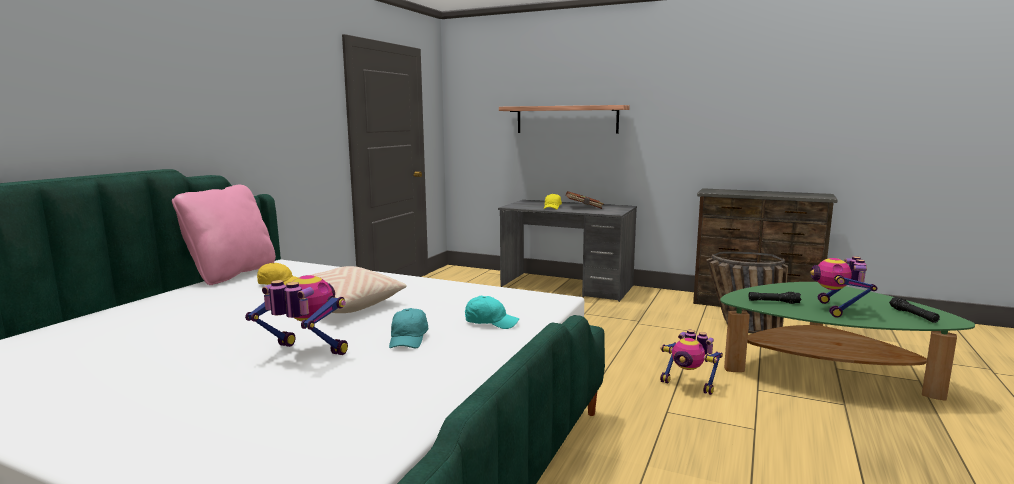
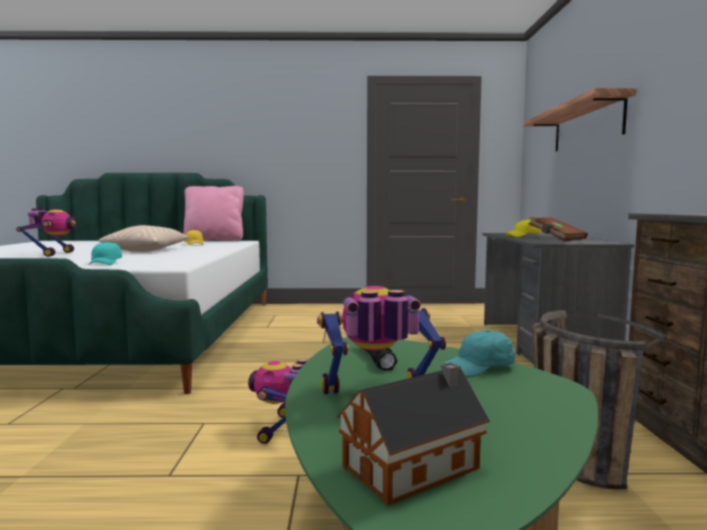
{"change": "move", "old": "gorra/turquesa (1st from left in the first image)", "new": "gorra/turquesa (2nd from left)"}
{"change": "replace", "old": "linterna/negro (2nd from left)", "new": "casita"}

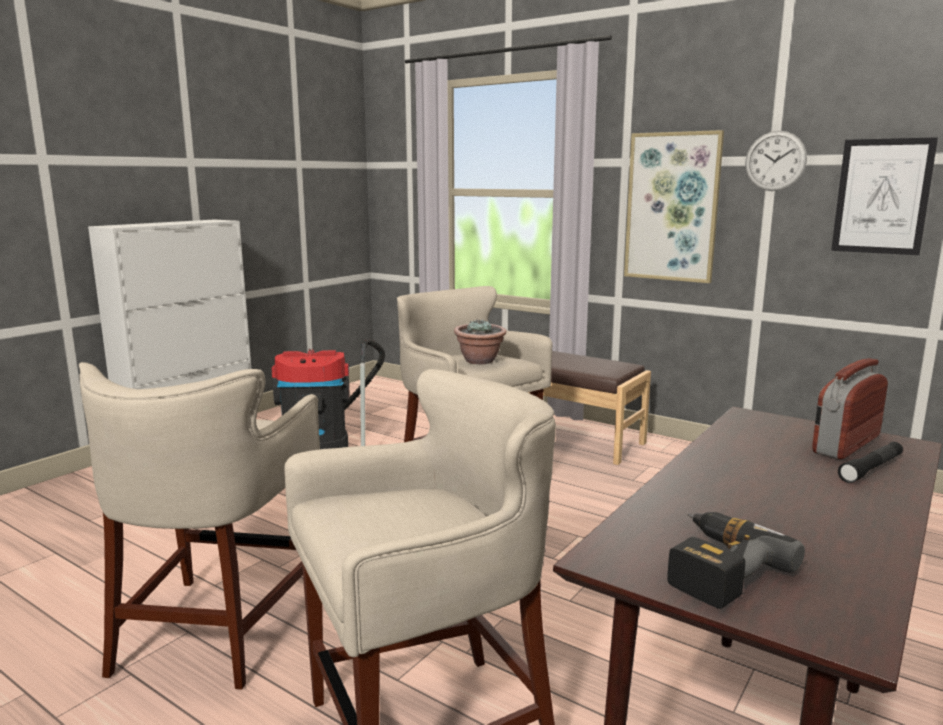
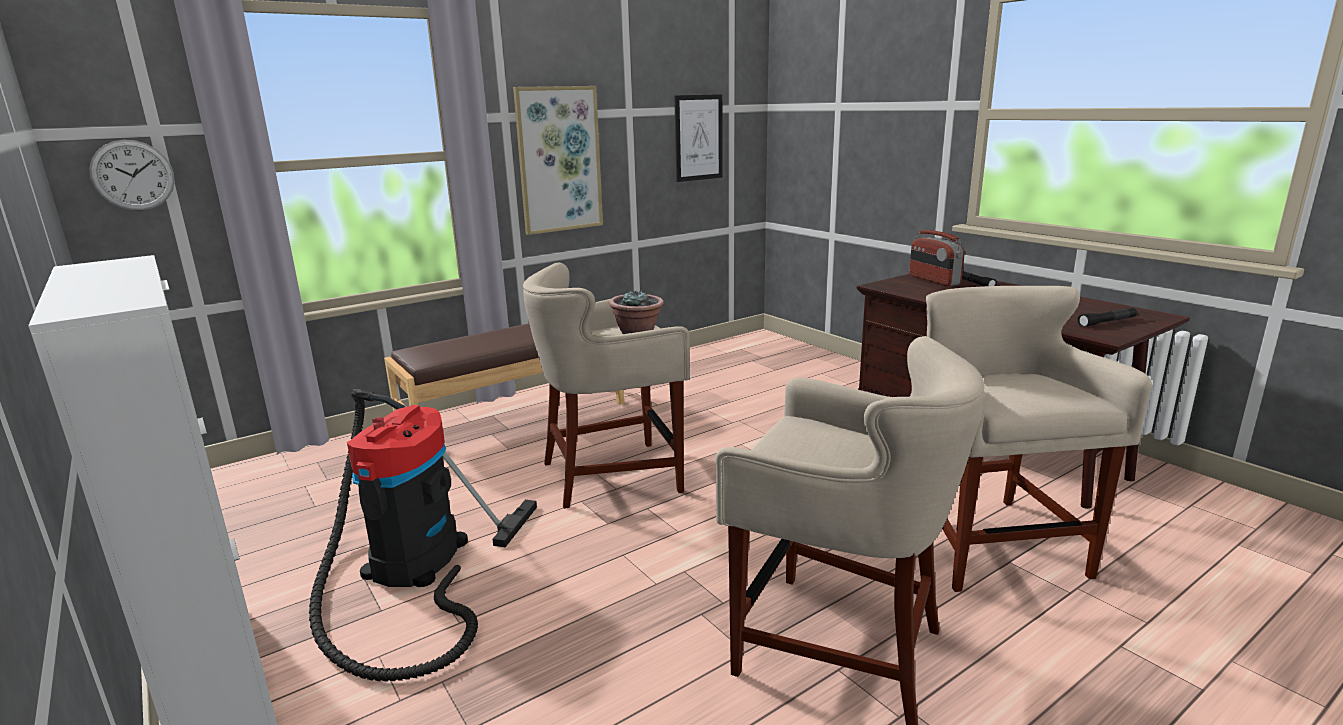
{"change": "replace", "old": "taladro", "new": "linterna/negro (2nd from left)"}
{"change": "move", "old": "reloj de pared"}

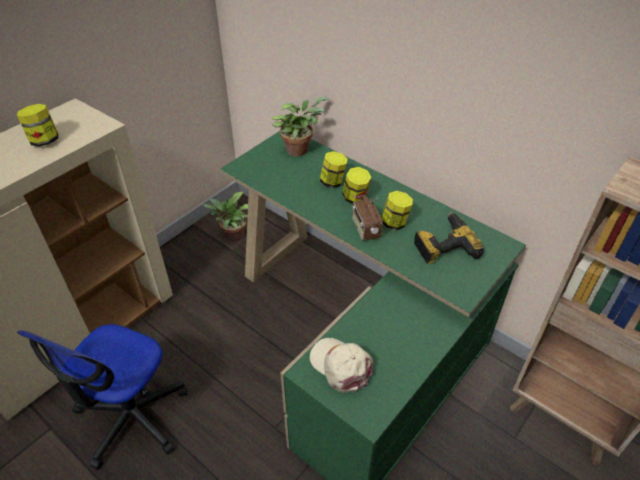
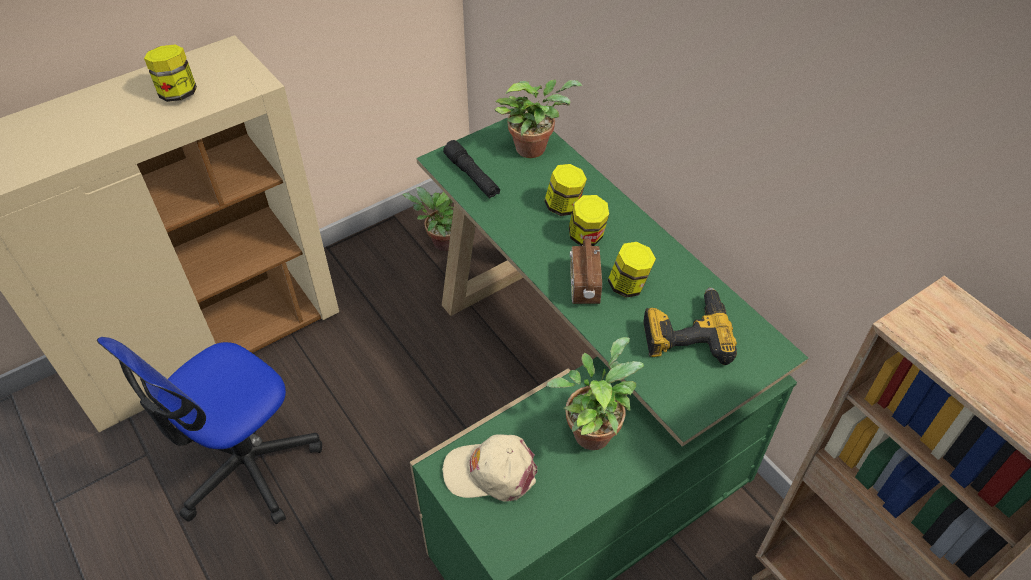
{"change": "rotate", "old": "gorra/beis", "degrees": -60}
{"change": "insert", "new": "linterna/negro"}
{"change": "insert", "new": "planta en maceta (3rd from left)"}

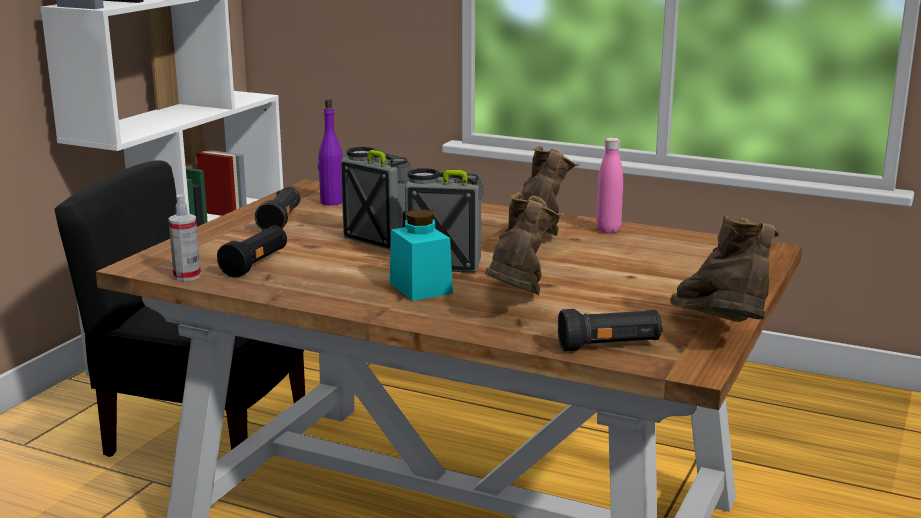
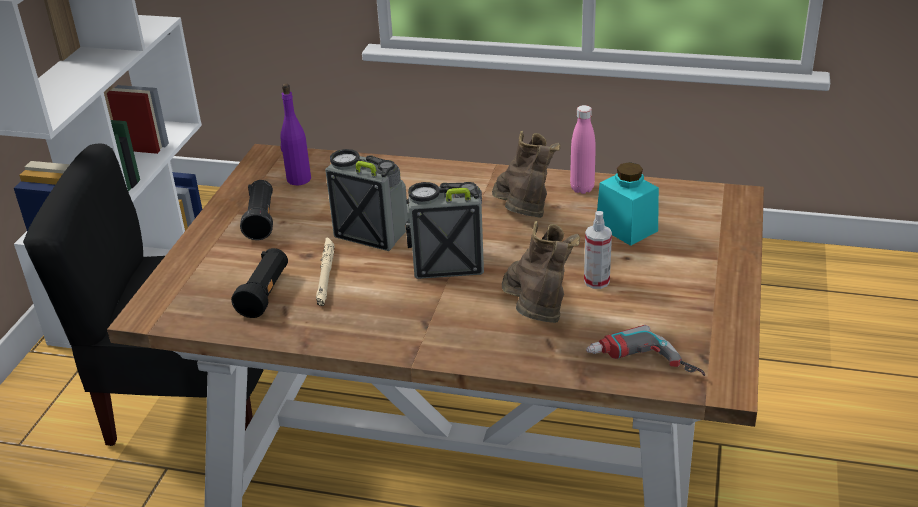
{"change": "move", "old": "pulverizador"}
{"change": "move", "old": "tarro/turquesa"}
{"change": "replace", "old": "linterna/negro (3rd from left)", "new": "taladro"}
{"change": "delete", "old": "bota/marrón (3rd from left)"}
{"change": "insert", "new": "linterna/beis"}

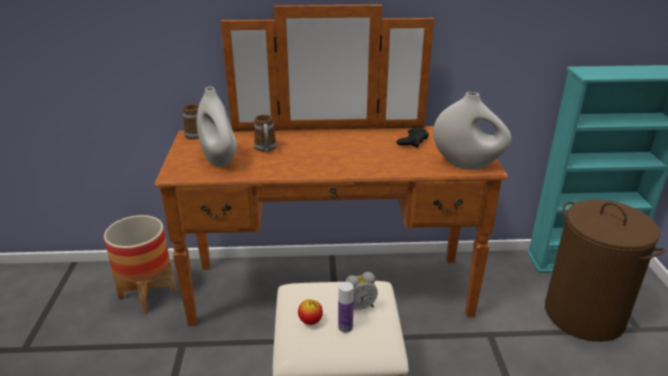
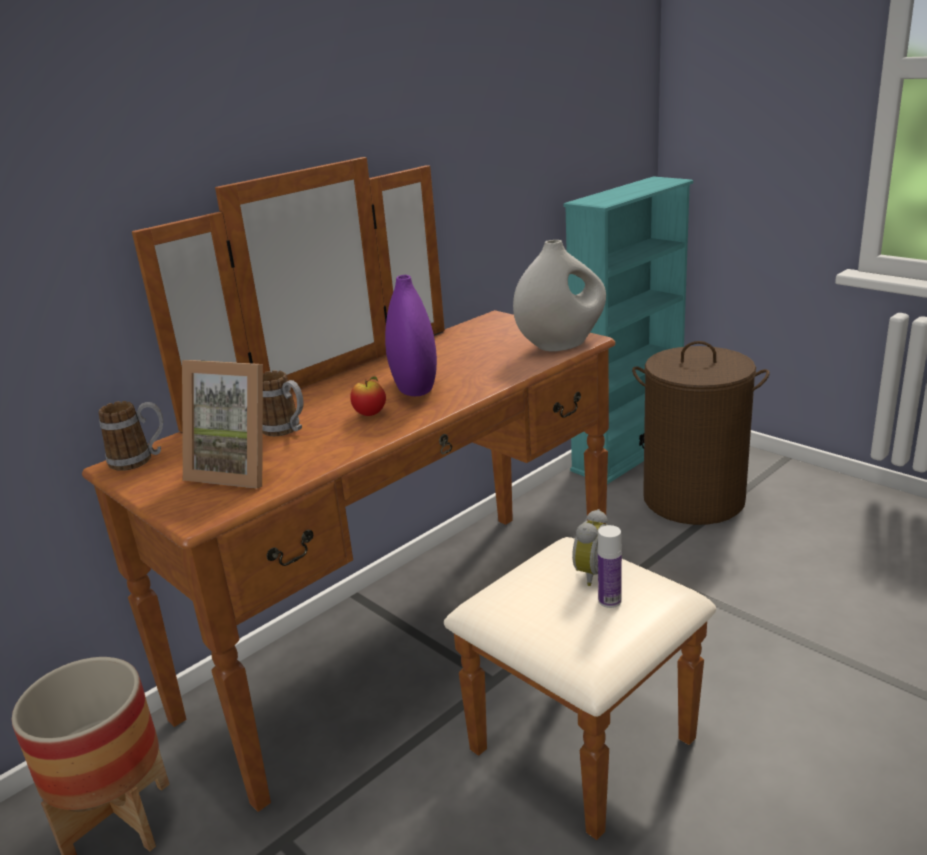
{"change": "replace", "old": "florero/blanco (1st from left)", "new": "portarretratos"}
{"change": "move", "old": "manzana"}
{"change": "delete", "old": "mando de consola/negro"}
{"change": "insert", "new": "florero/morado"}

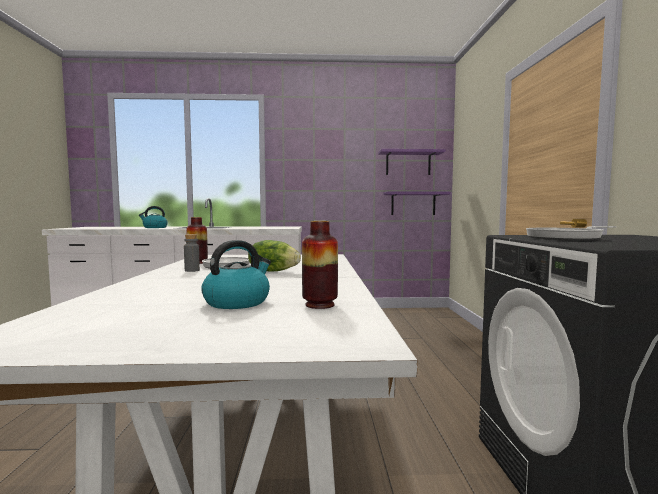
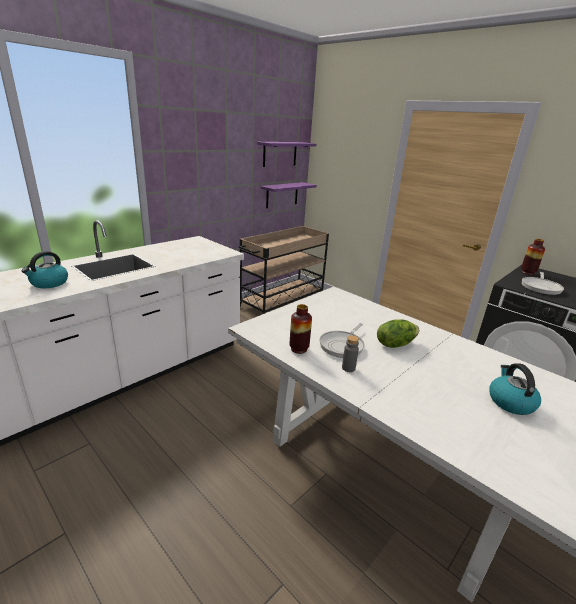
{"change": "move", "old": "florero (2nd from left)"}
{"change": "insert", "new": "carrito/beis"}

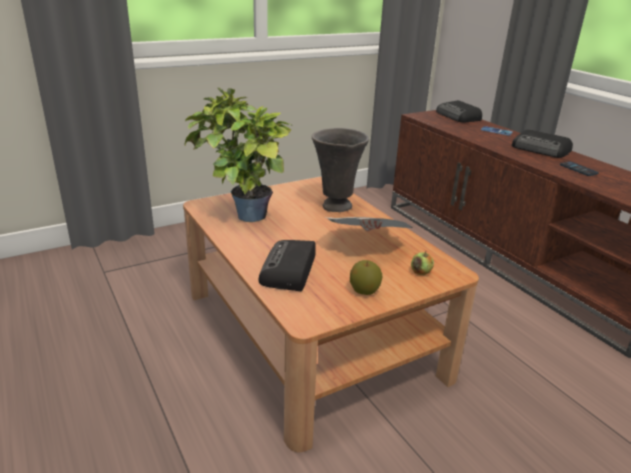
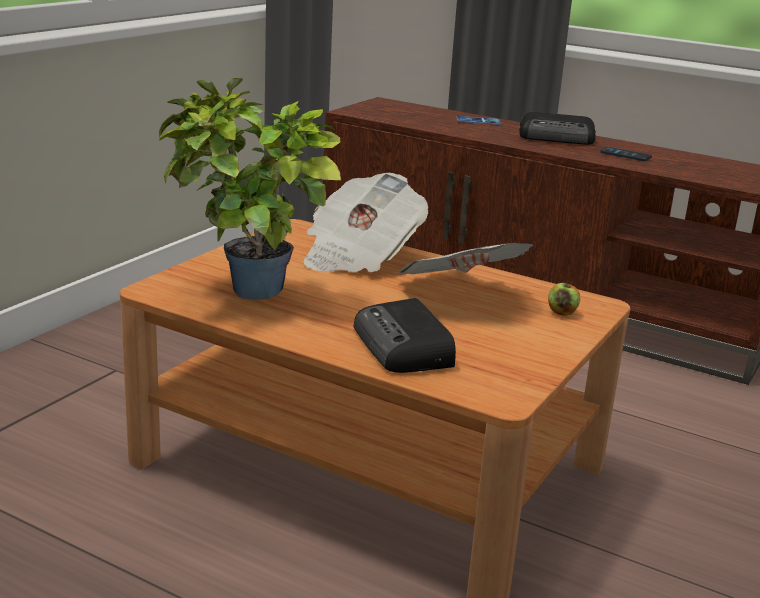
{"change": "replace", "old": "florero/gris", "new": "periódico (1st from left)"}
{"change": "delete", "old": "manzana (1st from left)"}
{"change": "delete", "old": "radio (2nd from left)"}

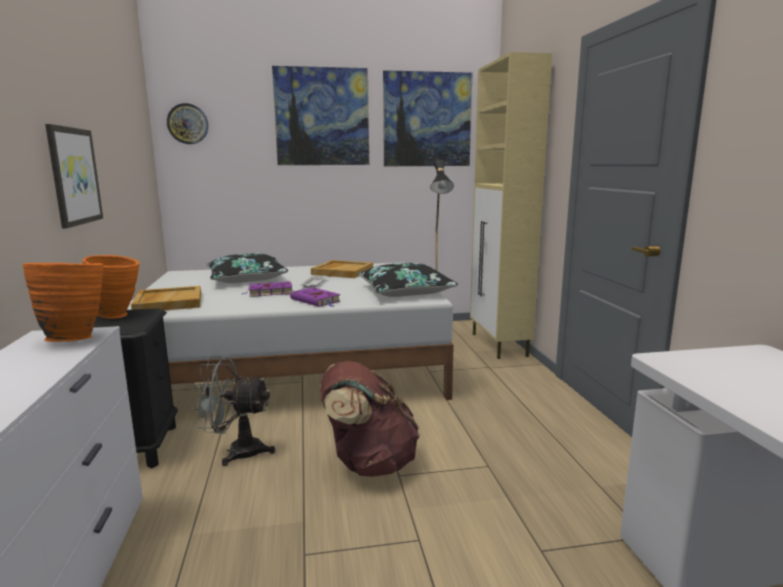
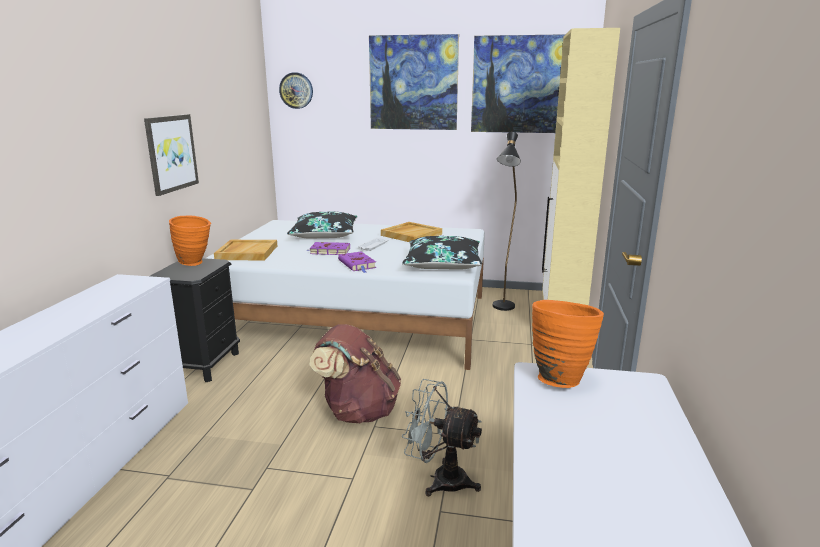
{"change": "move", "old": "florero/naranja (1st from left in the first image)", "new": "florero/naranja (2nd from left)"}
{"change": "move", "old": "ventilador/gris"}

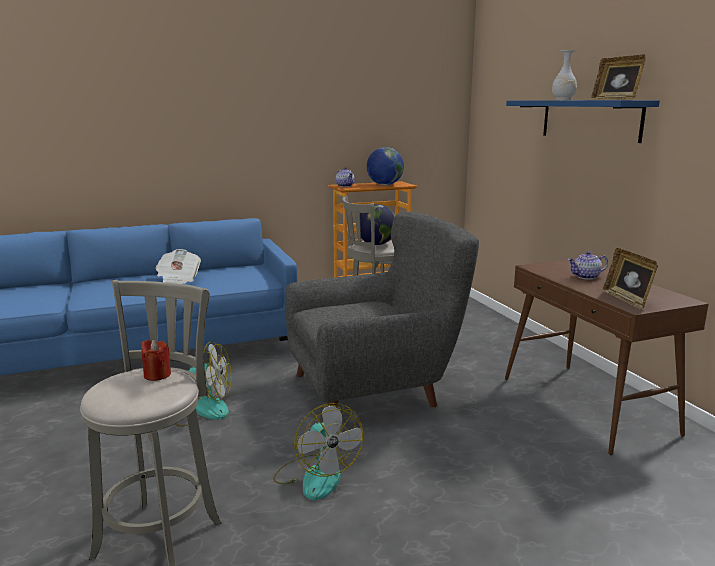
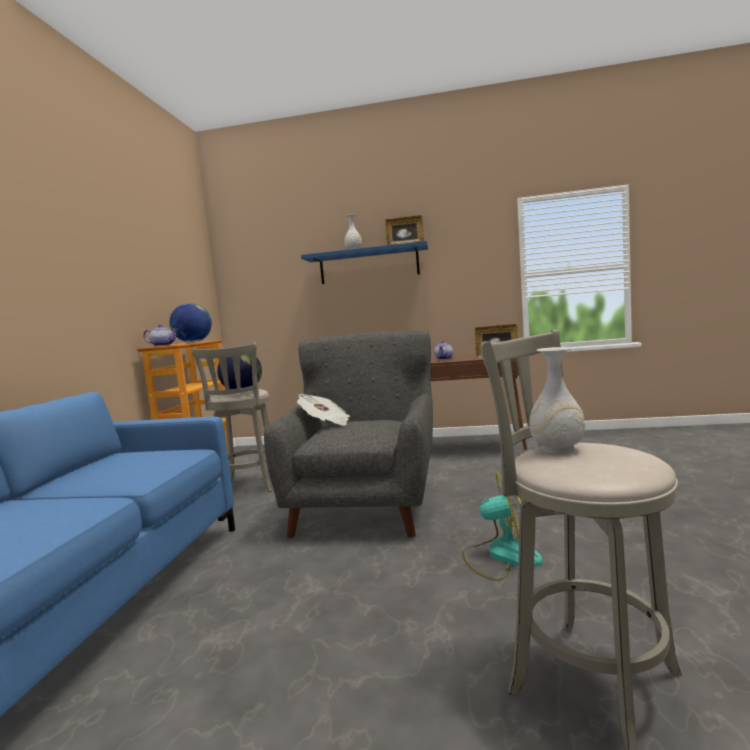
{"change": "replace", "old": "vela/rojo", "new": "florero/blanco (2nd from left)"}
{"change": "move", "old": "periódico"}
{"change": "delete", "old": "ventilador (1st from left)"}

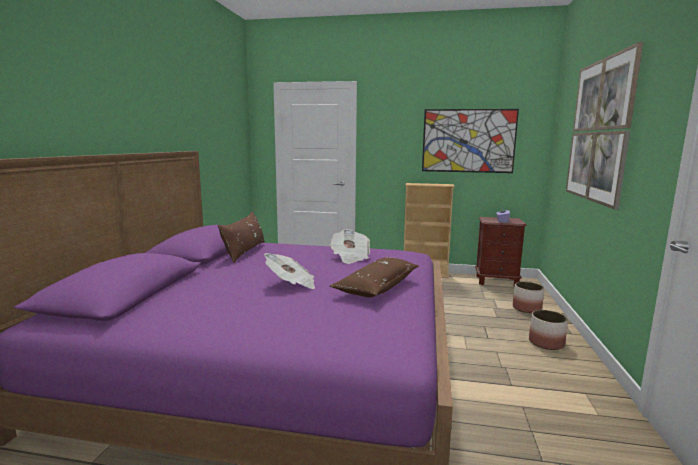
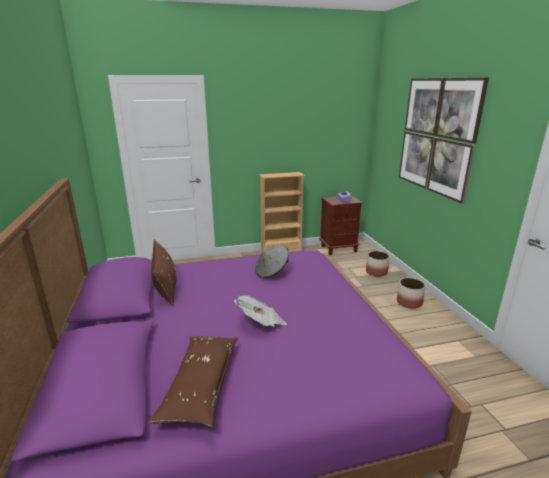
{"change": "replace", "old": "periódico (2nd from left)", "new": "sombrero/gris"}
{"change": "move", "old": "cojín/marrón (2nd from left)"}
{"change": "delete", "old": "cuadro (1st from left)"}

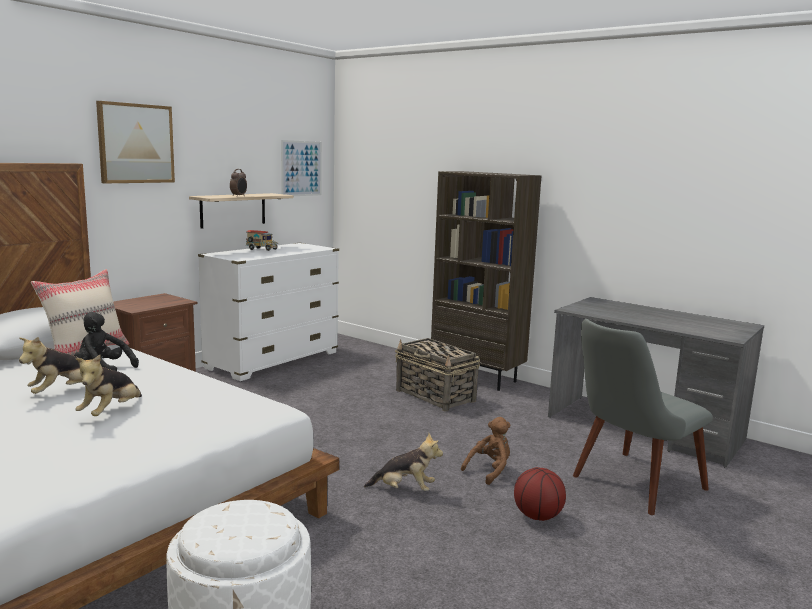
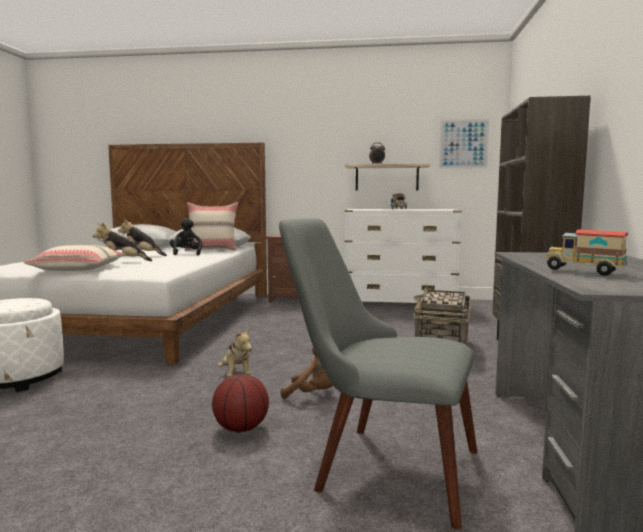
{"change": "delete", "old": "cuadro (1st from left)"}
{"change": "insert", "new": "cojín/beis (1st from left)"}
{"change": "insert", "new": "camión de juguete (2nd from left)"}

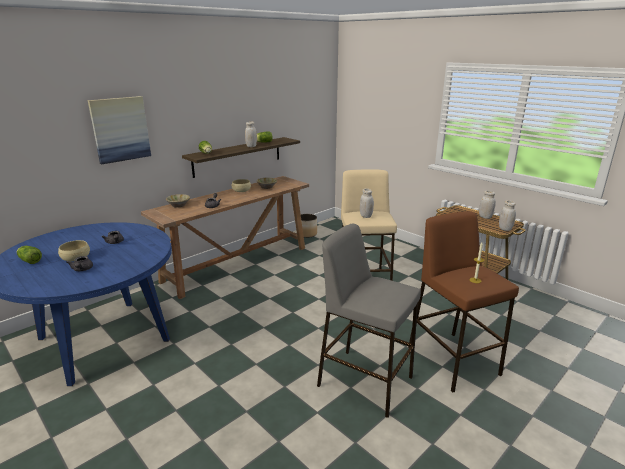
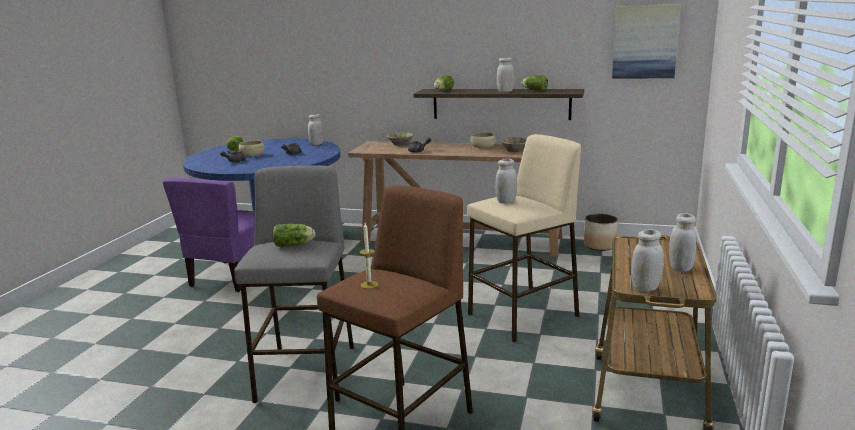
{"change": "move", "old": "cuadro"}
{"change": "insert", "new": "silla/morado"}
{"change": "insert", "new": "lechuga (2nd from left)"}
{"change": "insert", "new": "tarro/blanco (1st from left)"}

